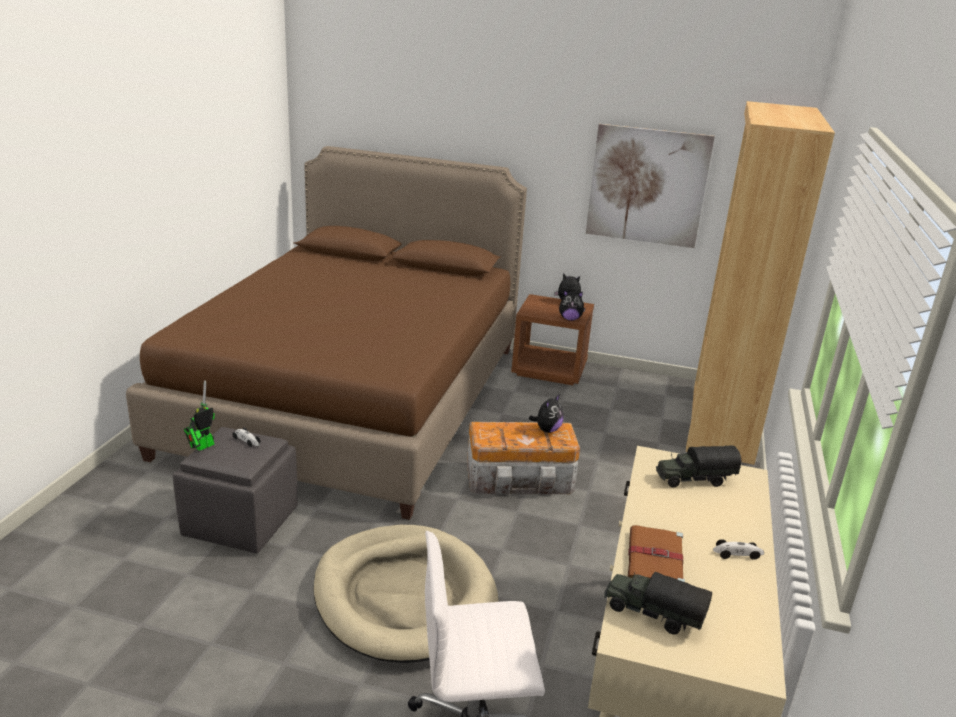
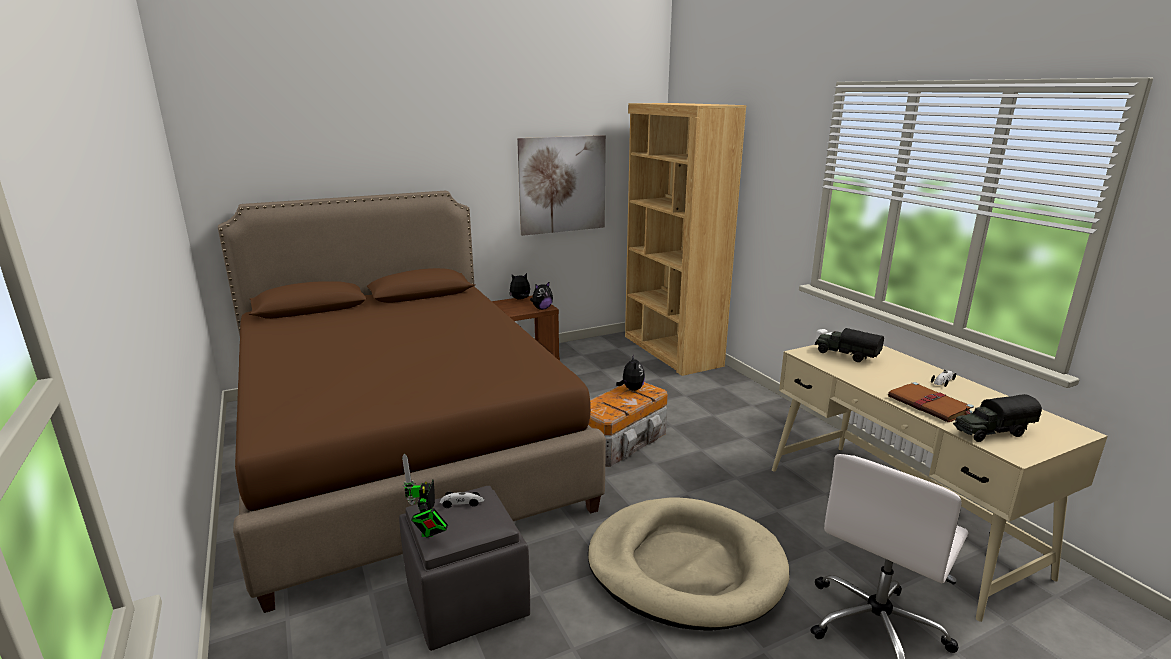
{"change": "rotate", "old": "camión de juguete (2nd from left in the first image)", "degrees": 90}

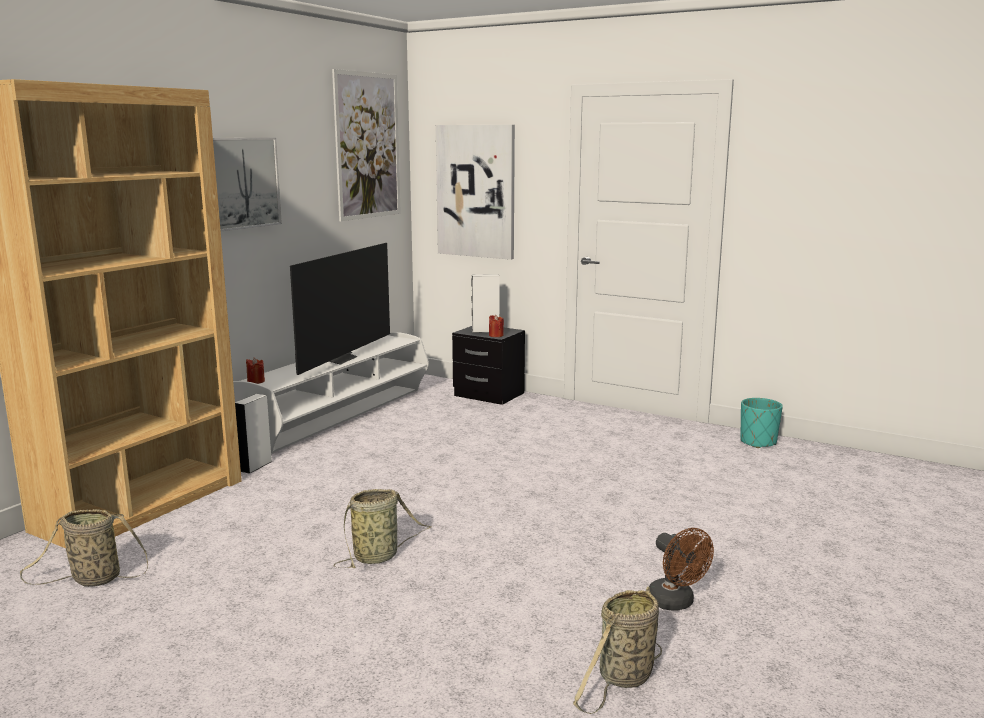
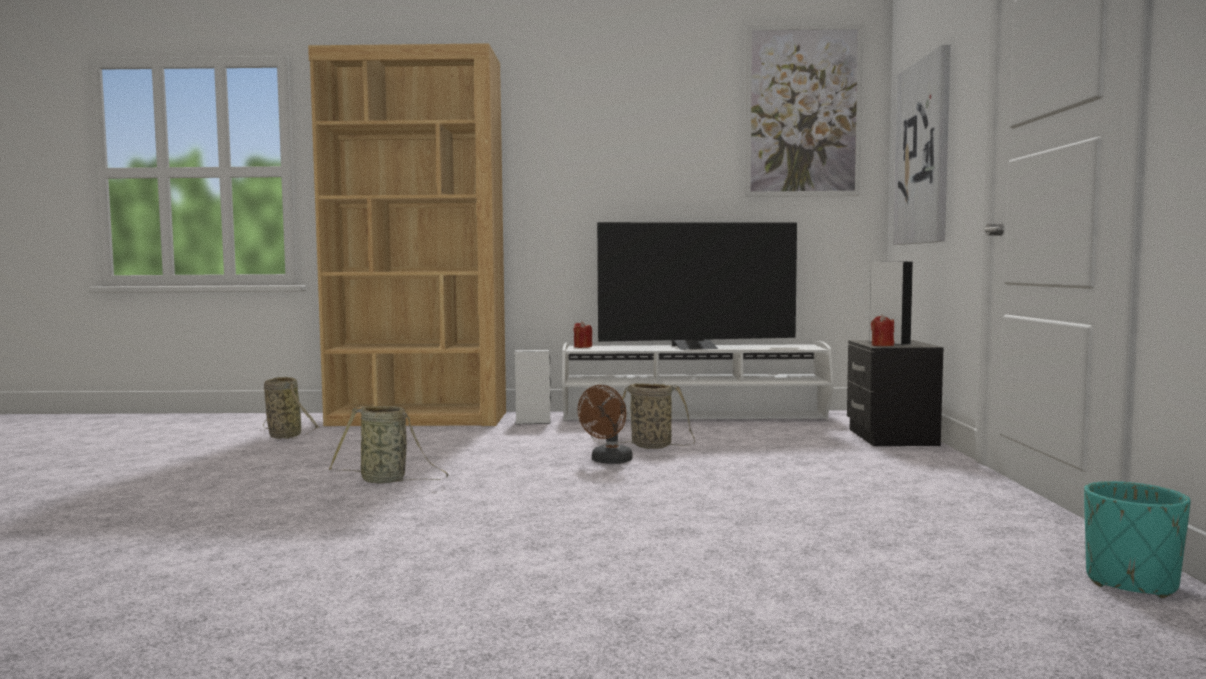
{"change": "delete", "old": "cuadro (1st from left)"}
{"change": "move", "old": "cesta (3rd from left)"}
{"change": "move", "old": "ventilador/marrón"}

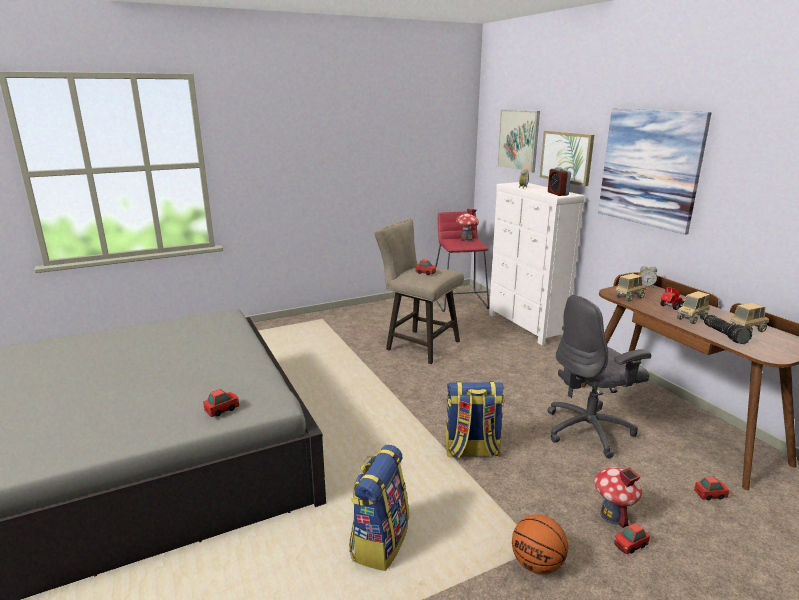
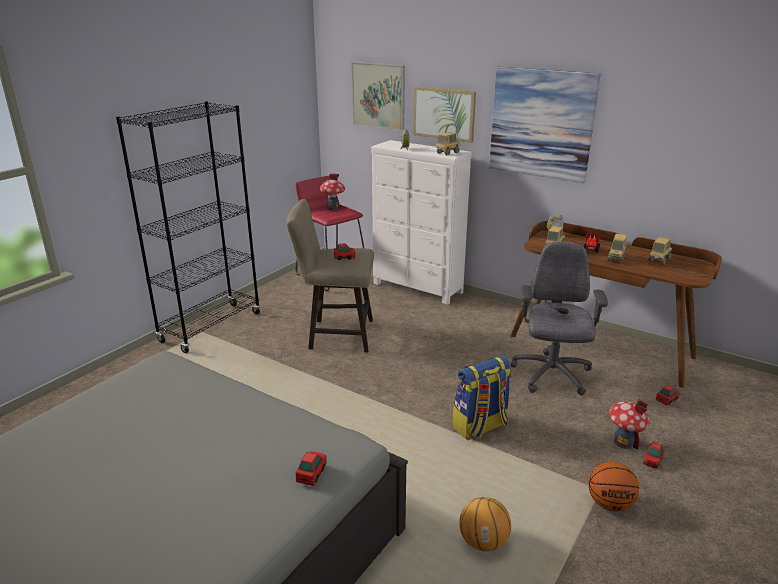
{"change": "replace", "old": "mochila (1st from left)", "new": "balón de baloncesto (1st from left)"}
{"change": "rotate", "old": "silla de oficina/gris", "degrees": 150}
{"change": "replace", "old": "despertador (2nd from left)", "new": "camión de juguete (1st from left)"}
{"change": "delete", "old": "linterna"}
{"change": "insert", "new": "estantería/negro"}

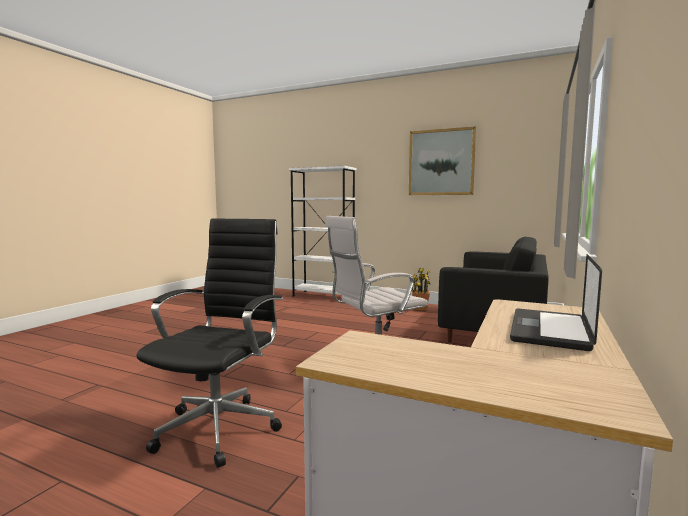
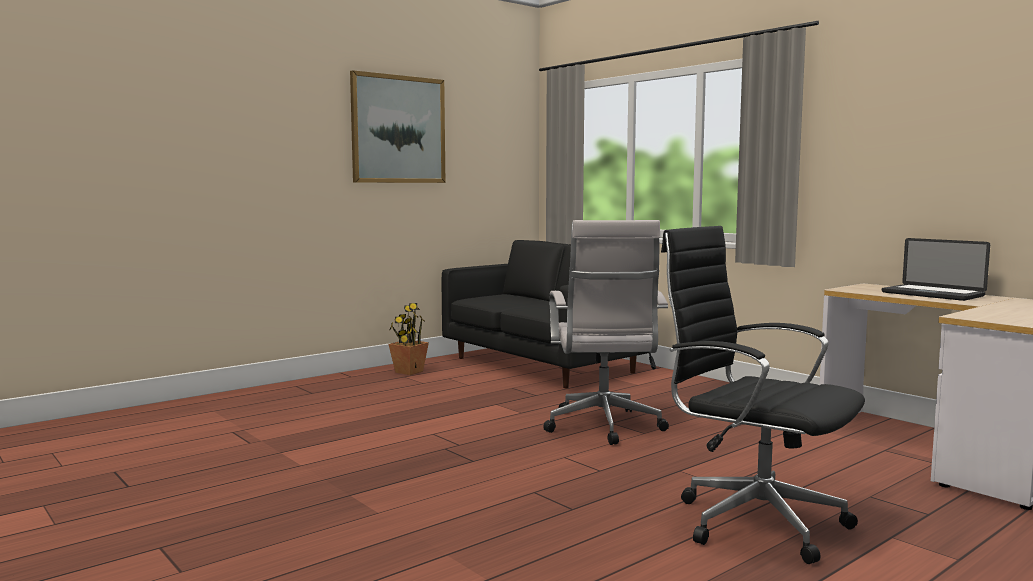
{"change": "delete", "old": "estantería/blanco"}

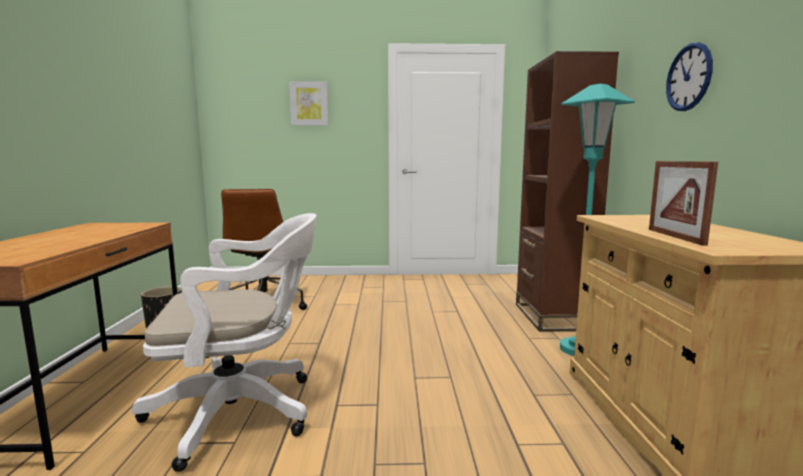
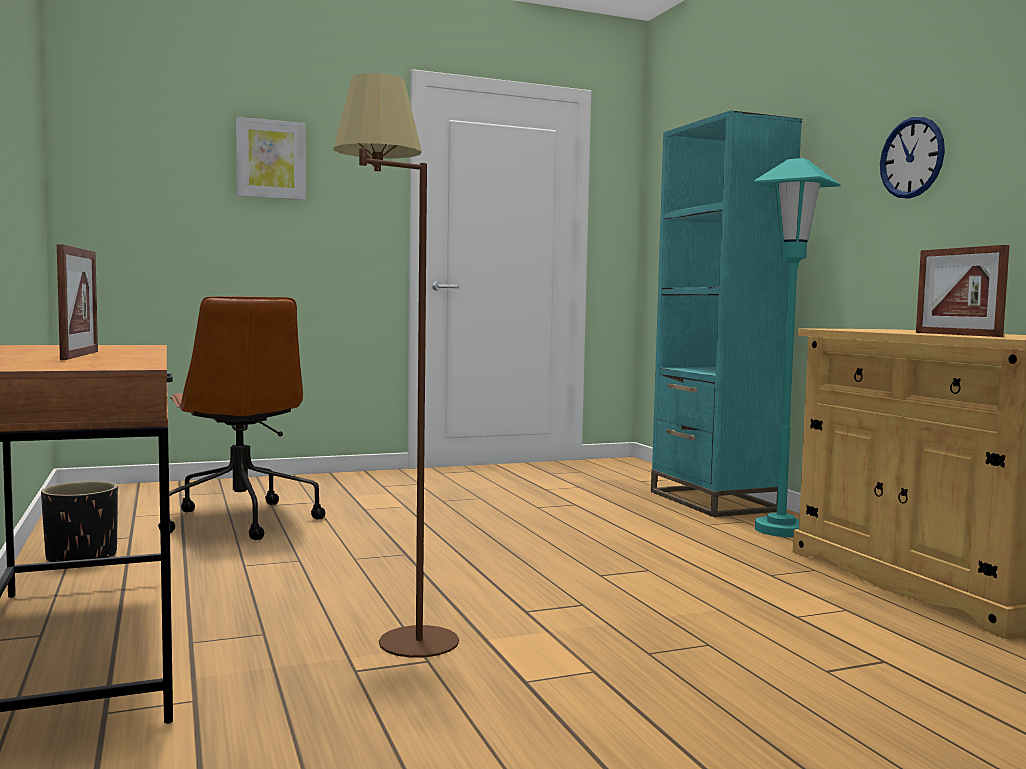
{"change": "replace", "old": "silla de oficina/blanco", "new": "lámpara de pie/marrón"}
{"change": "recolor", "old": "estantería/marrón", "new": "estantería/turquesa"}
{"change": "insert", "new": "portarretratos (1st from left)"}

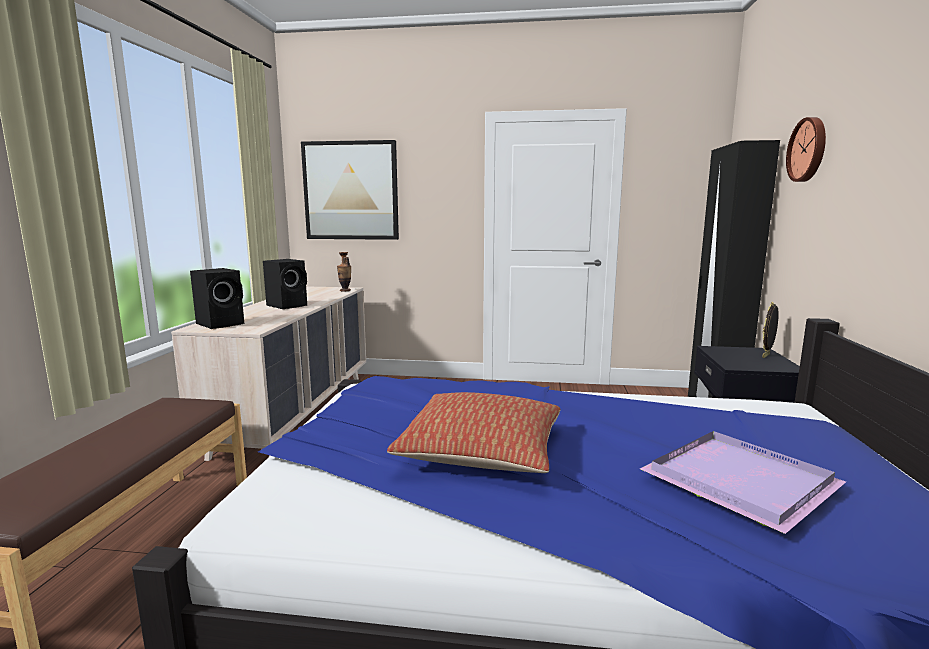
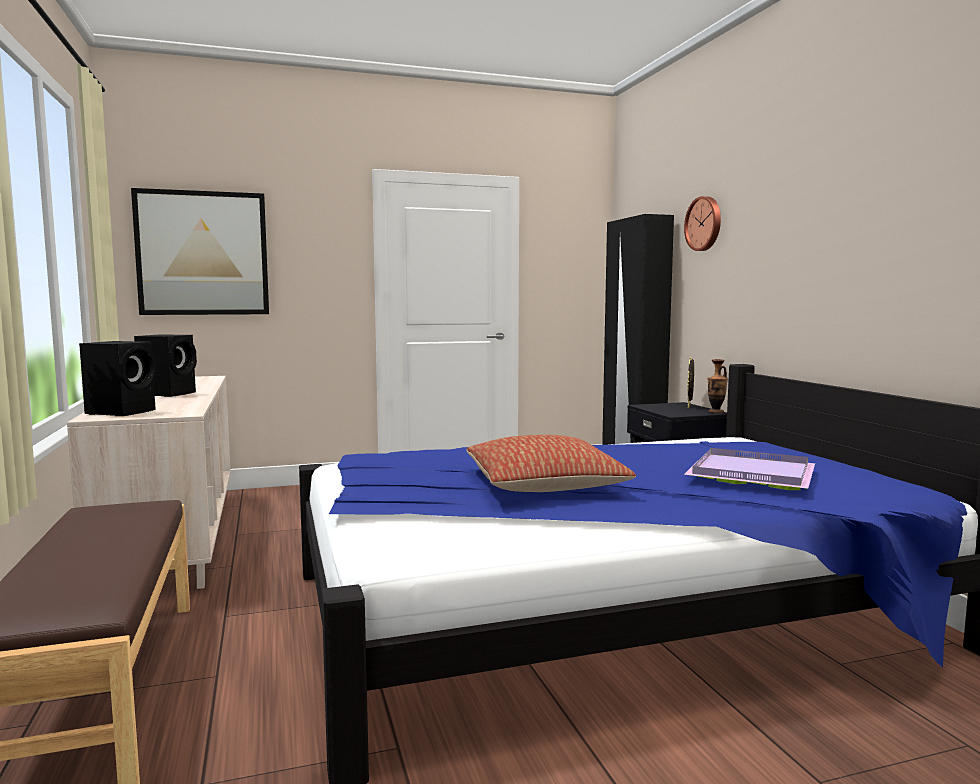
{"change": "move", "old": "florero"}

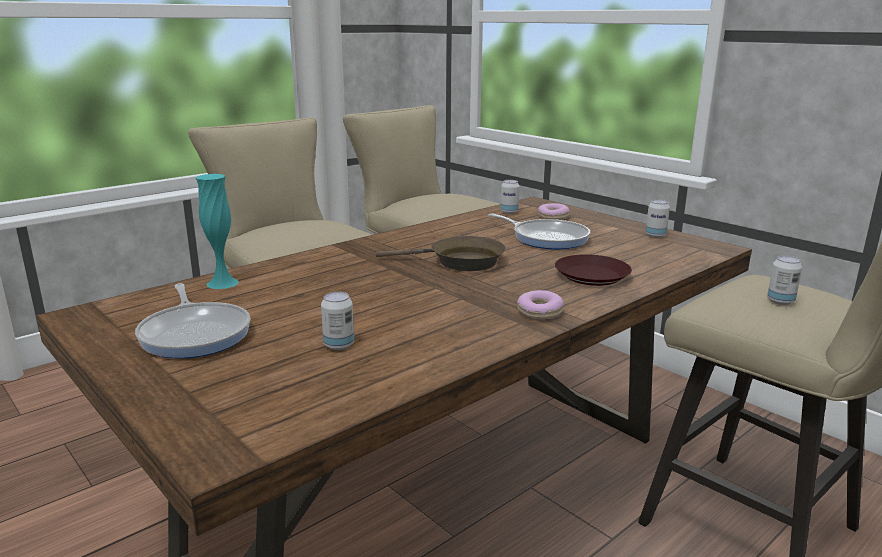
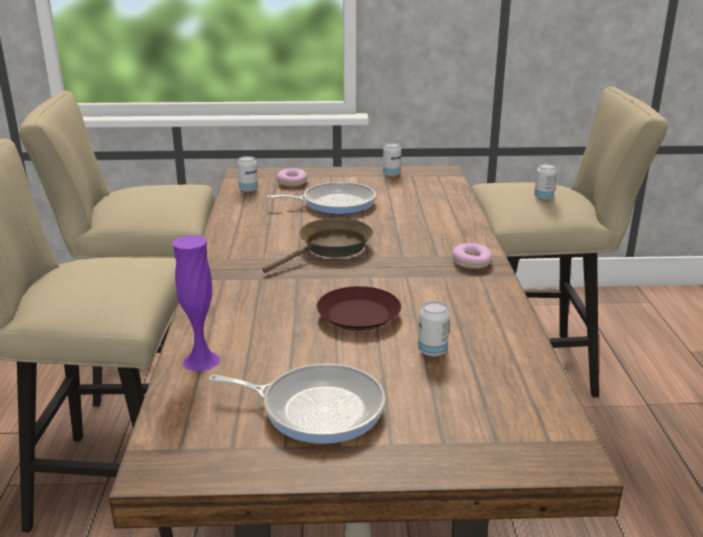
{"change": "recolor", "old": "florero/turquesa", "new": "florero/morado"}
{"change": "move", "old": "plato/marrón"}

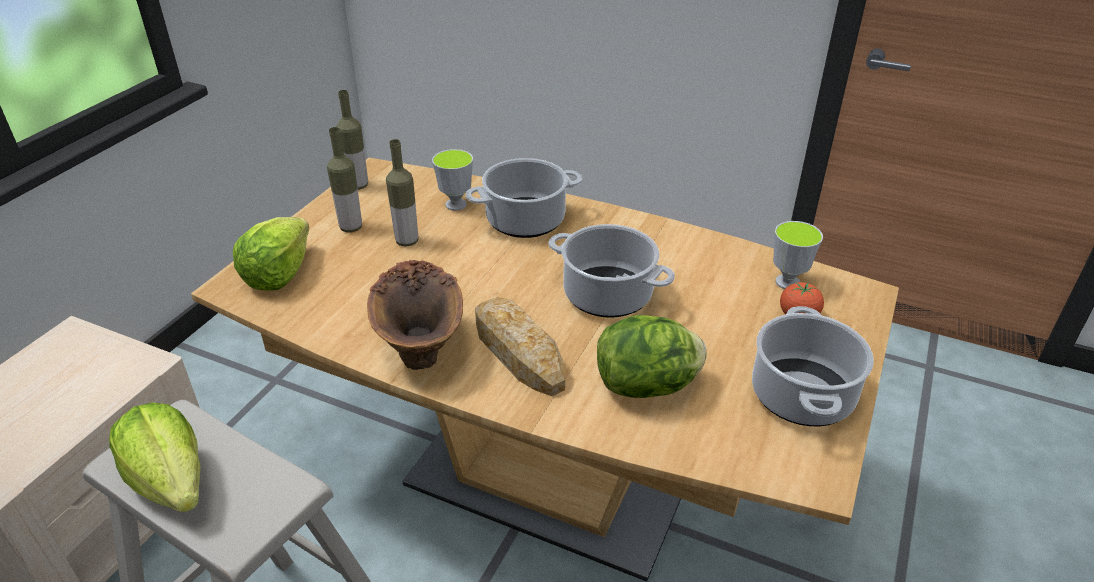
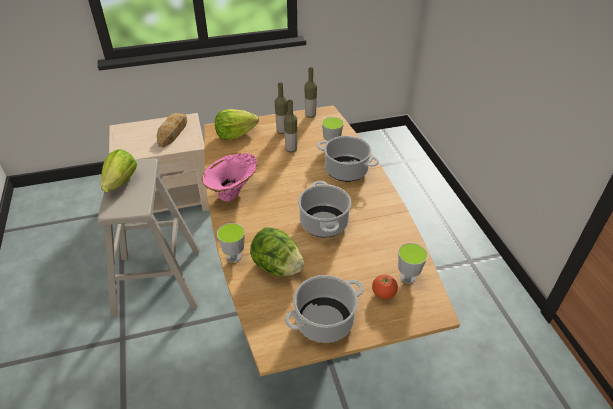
{"change": "recolor", "old": "florero/marrón", "new": "florero/rosa"}
{"change": "move", "old": "pan"}
{"change": "insert", "new": "taza (1st from left)"}

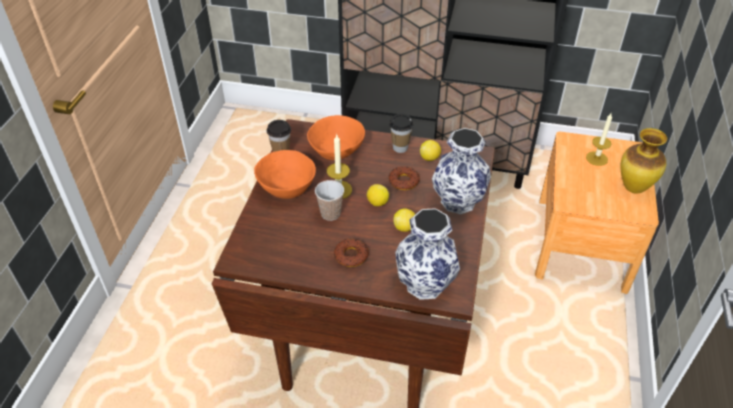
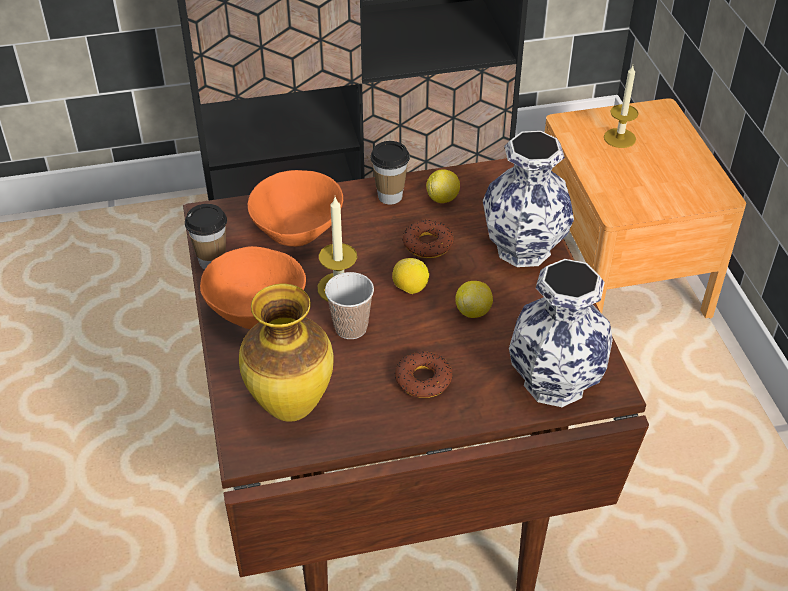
{"change": "move", "old": "florero (3rd from left in the first image)", "new": "florero (1st from left)"}

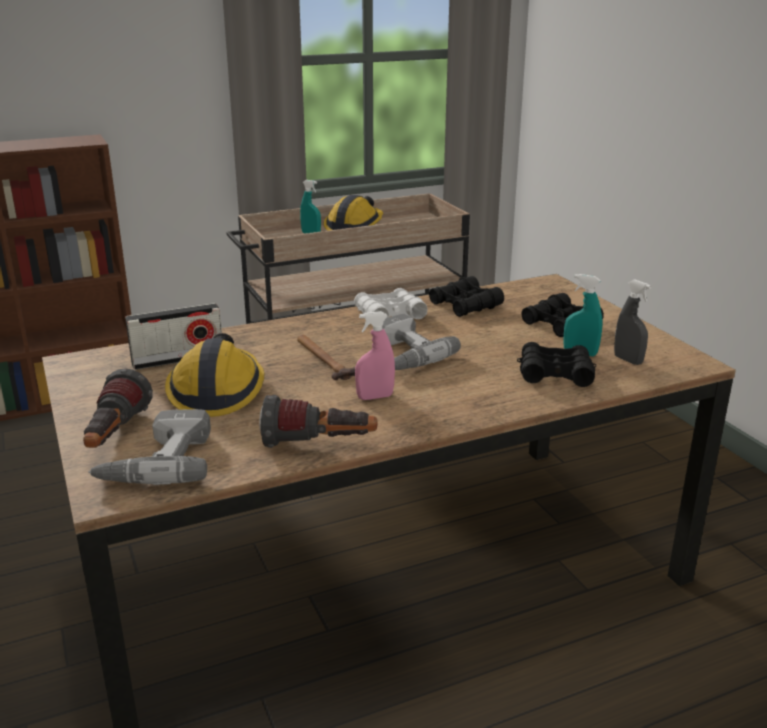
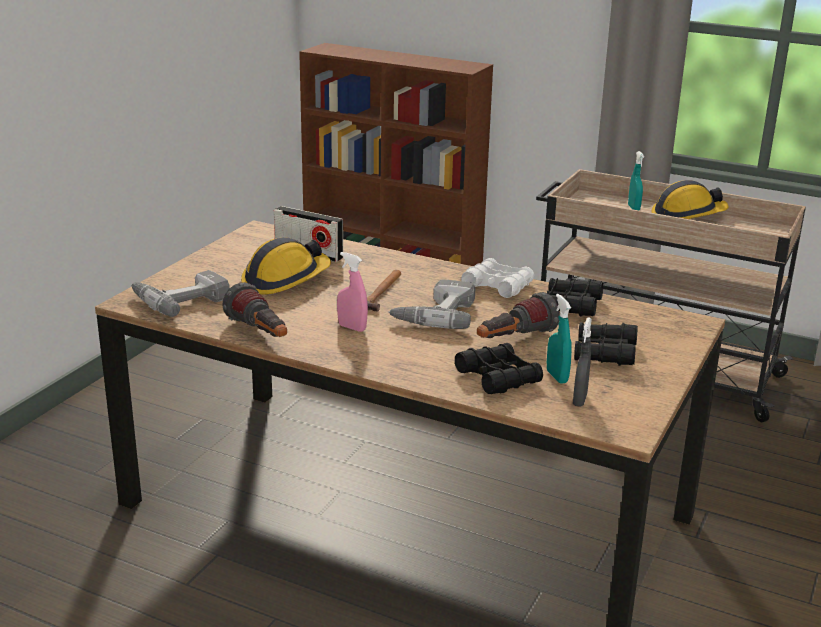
{"change": "move", "old": "linterna (1st from left in the first image)", "new": "linterna (2nd from left)"}

